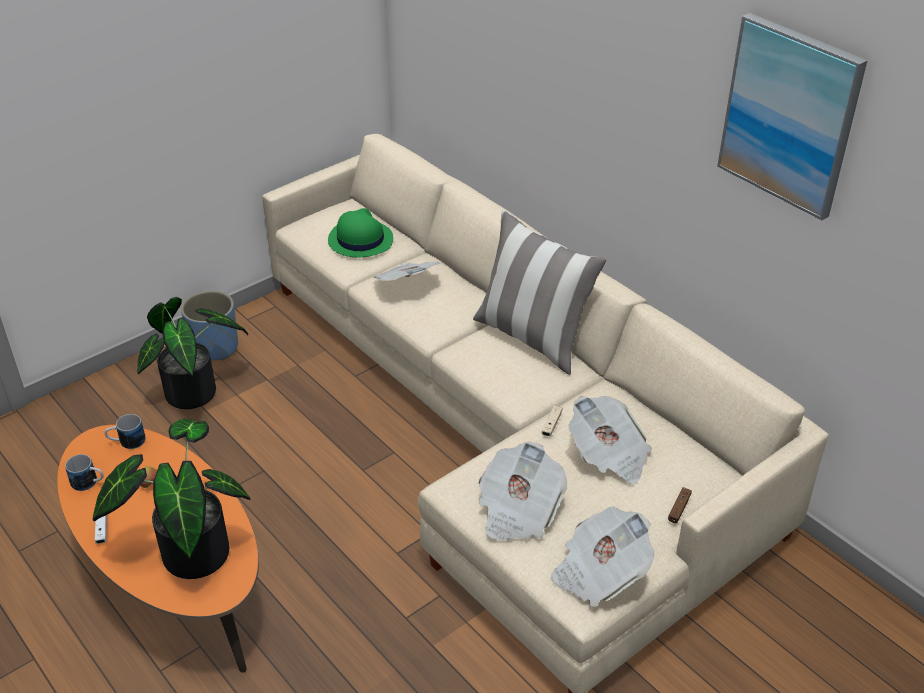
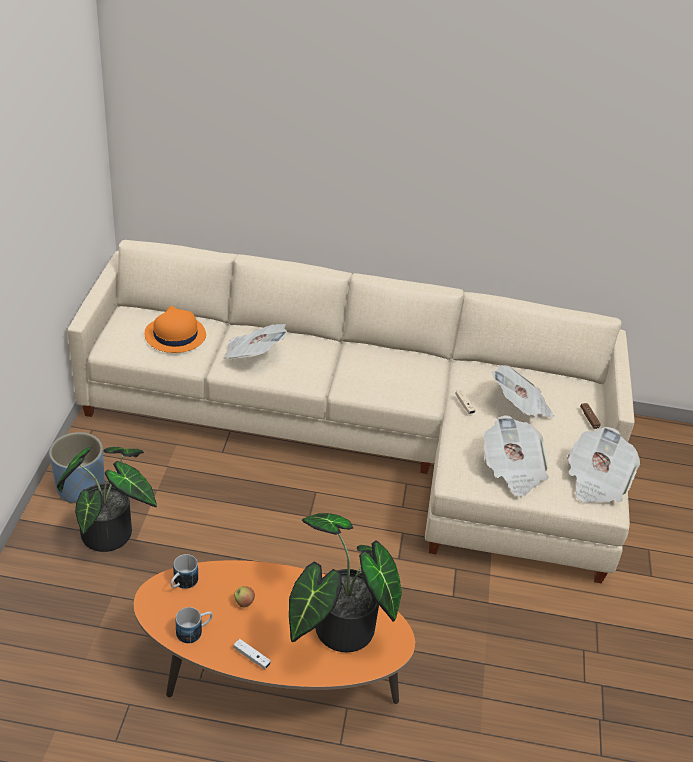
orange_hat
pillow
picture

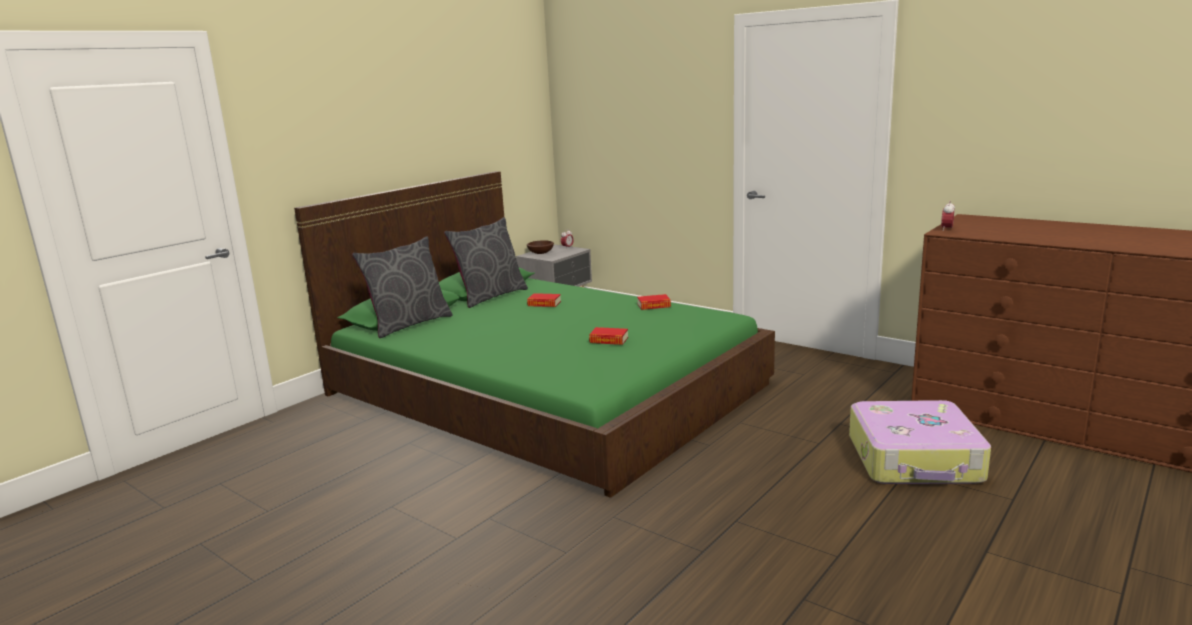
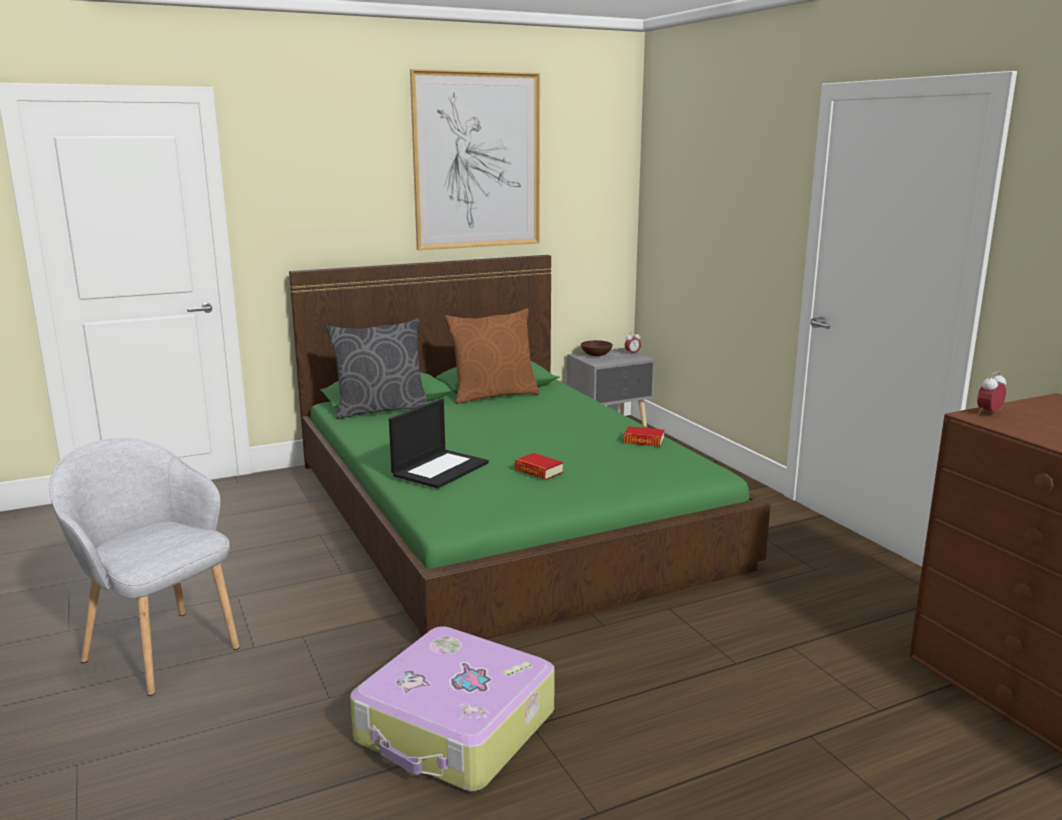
brown_pillow
book (no. 1 from left in the first image)
suitcase
grey_armchair
laptop
picture

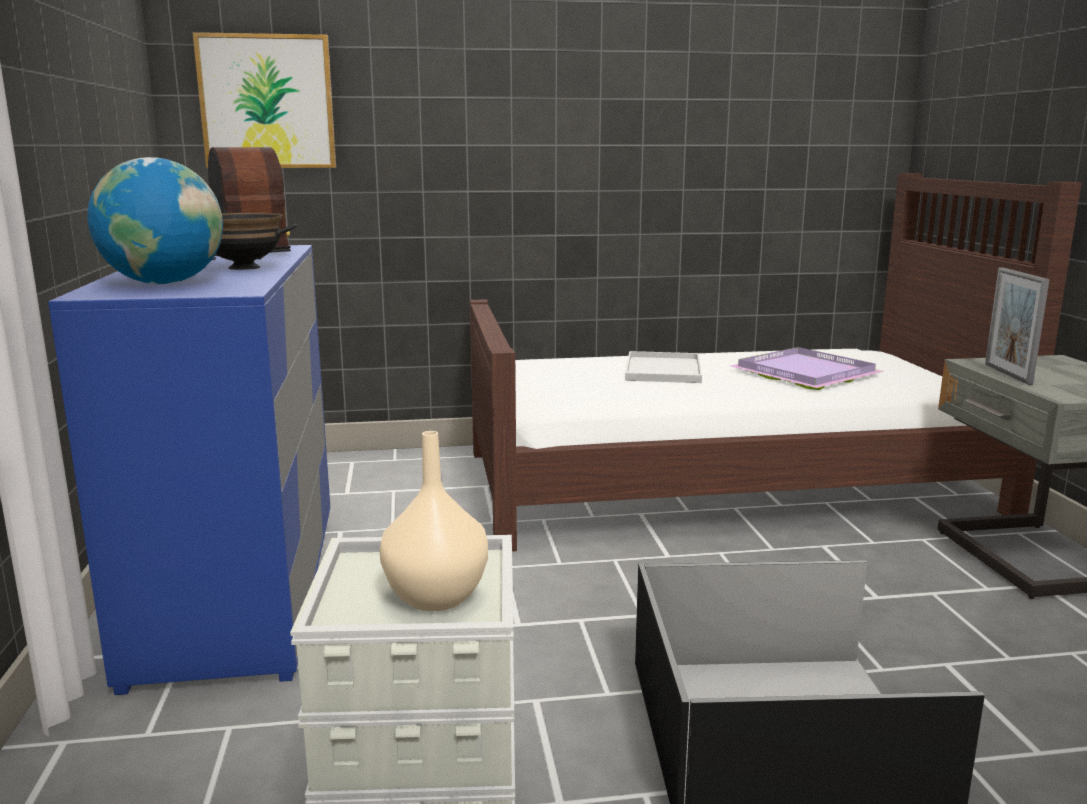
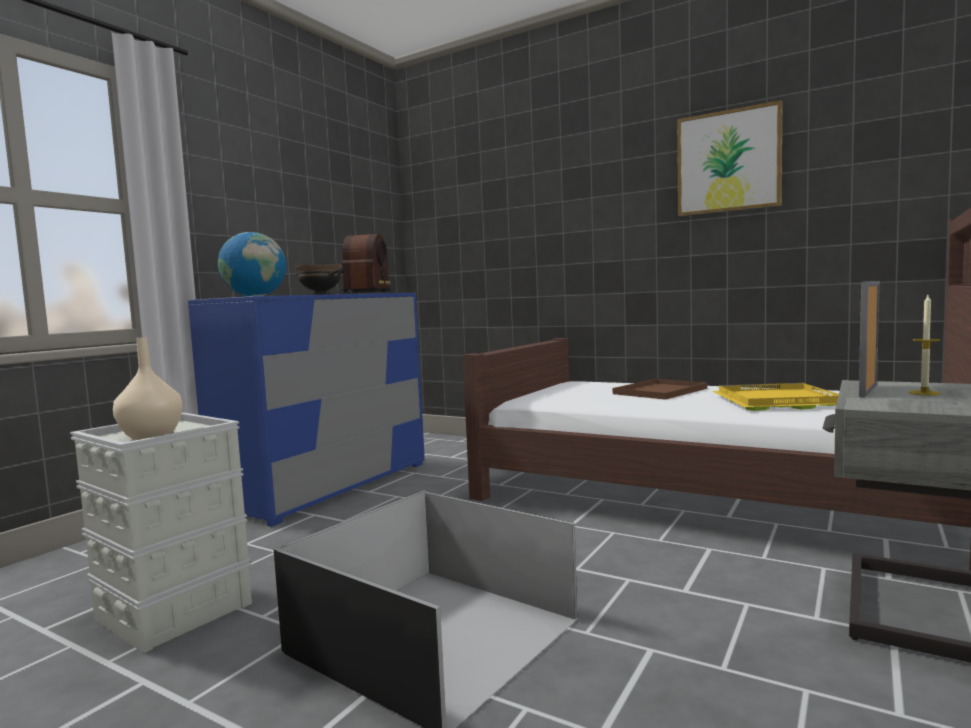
picture
brown_tray
yellow_tray
candle

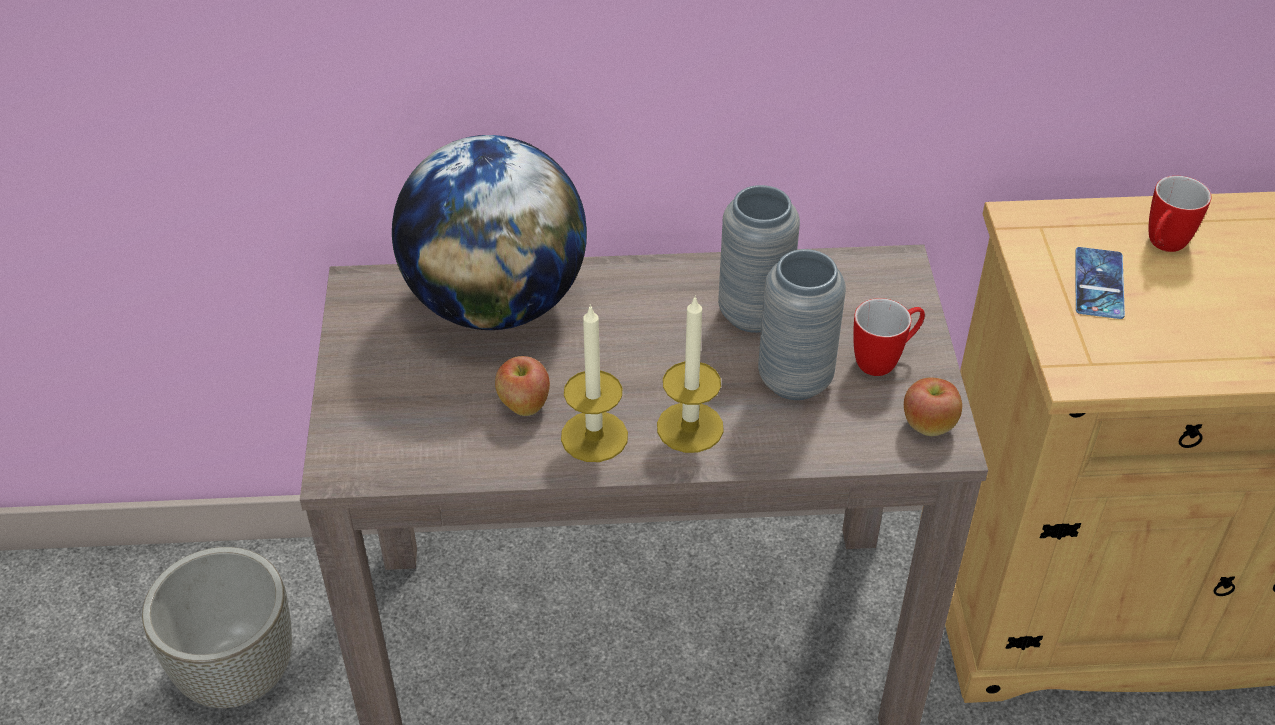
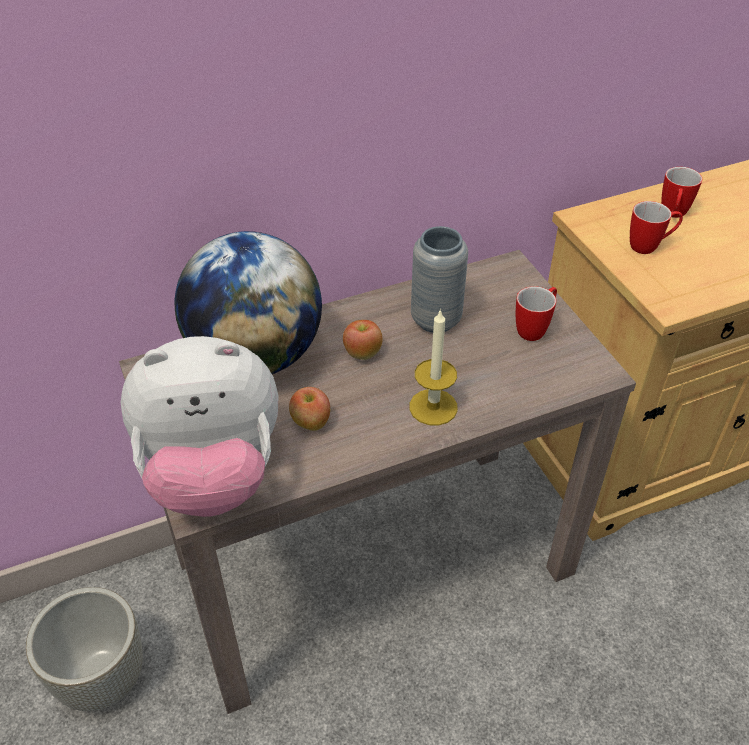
candle (no. 1 from left in the first image)
grey_vase (no. 2 from left in the first image)
apple (no. 2 from left)
mug (no. 2 from left)
plush_toy

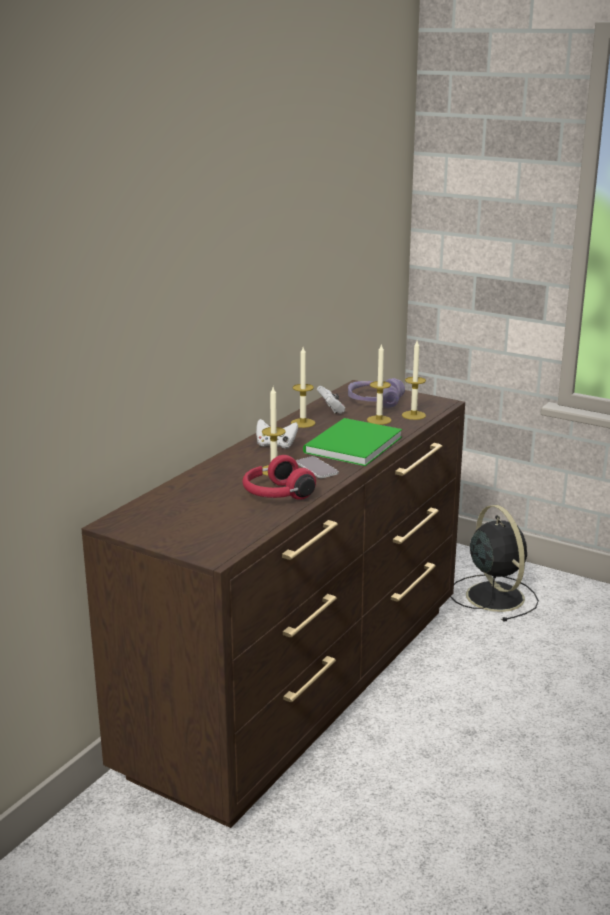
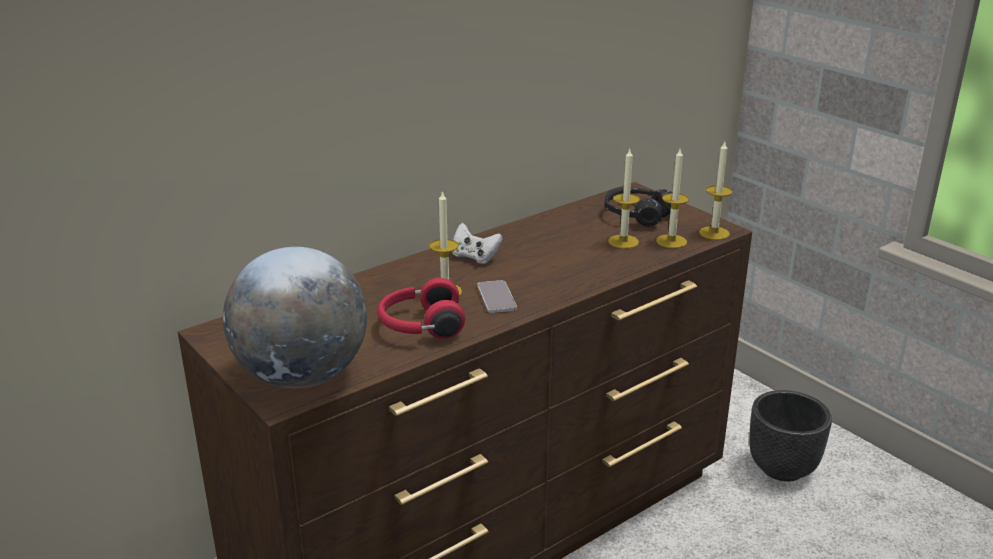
candle (no. 4 from left)
green_book
white_game_controller (no. 2 from left in the first image)
black_headphones
black_planter
globe

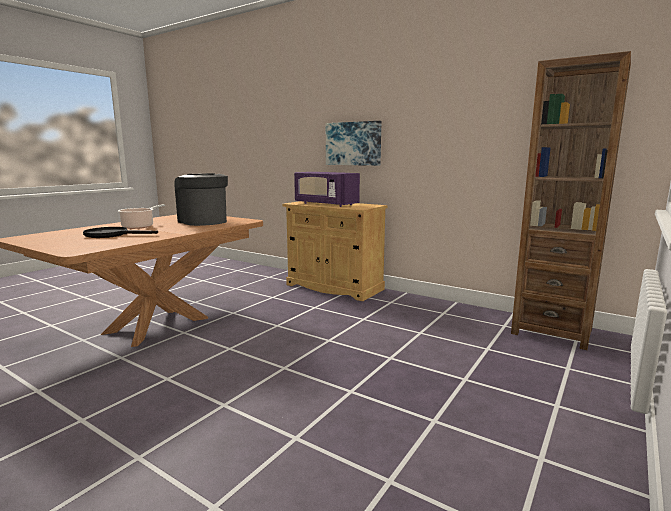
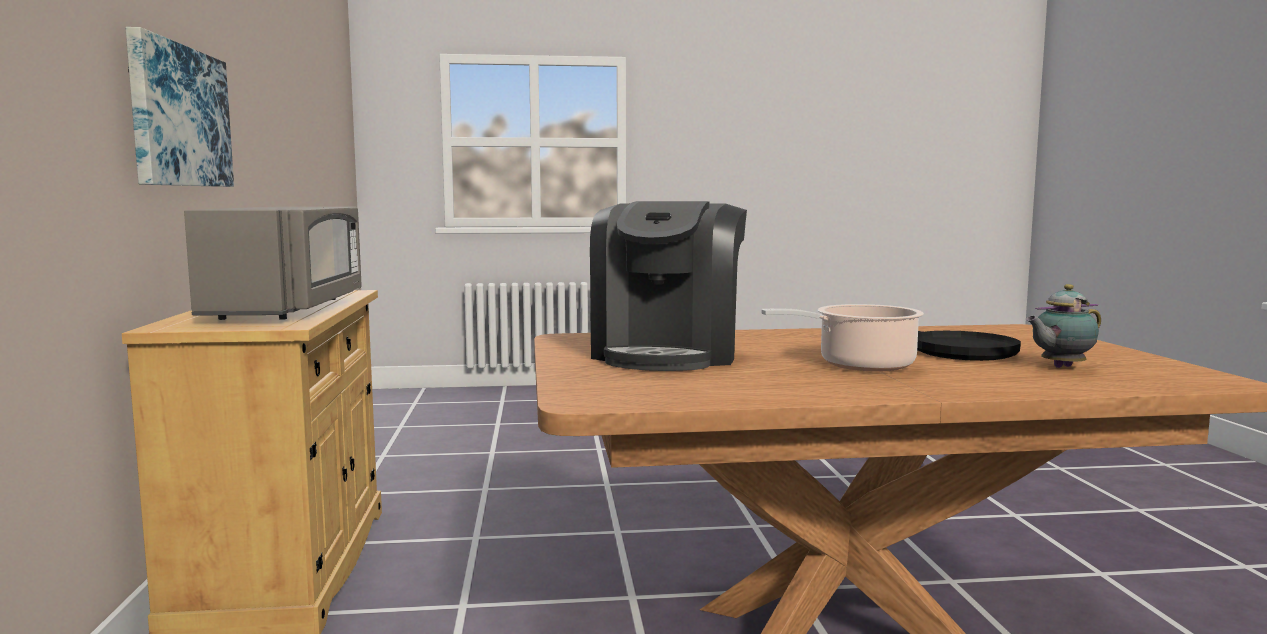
grey_microwave
brown_bookcase
teapot

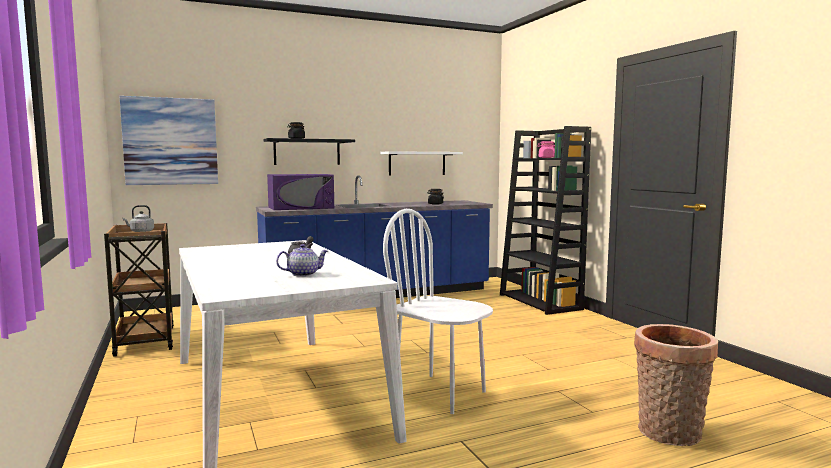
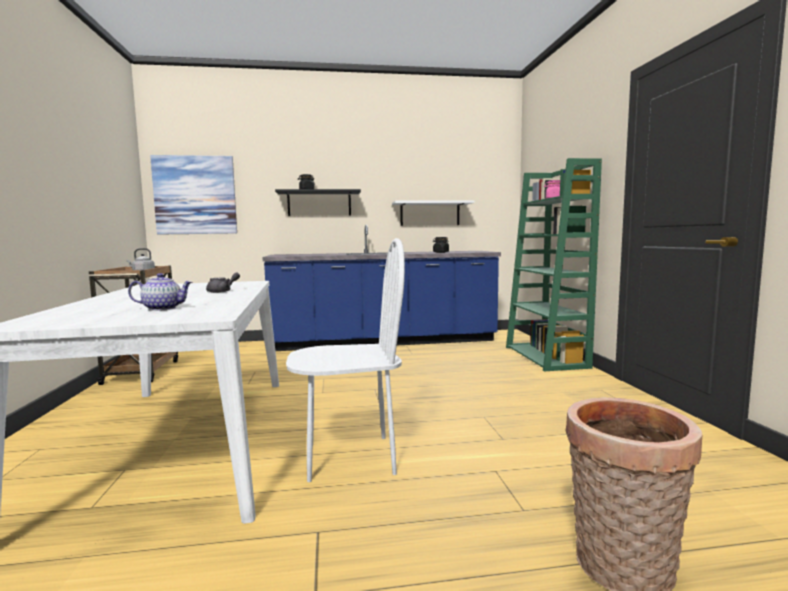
purple_microwave
white_chair
green_bookcase

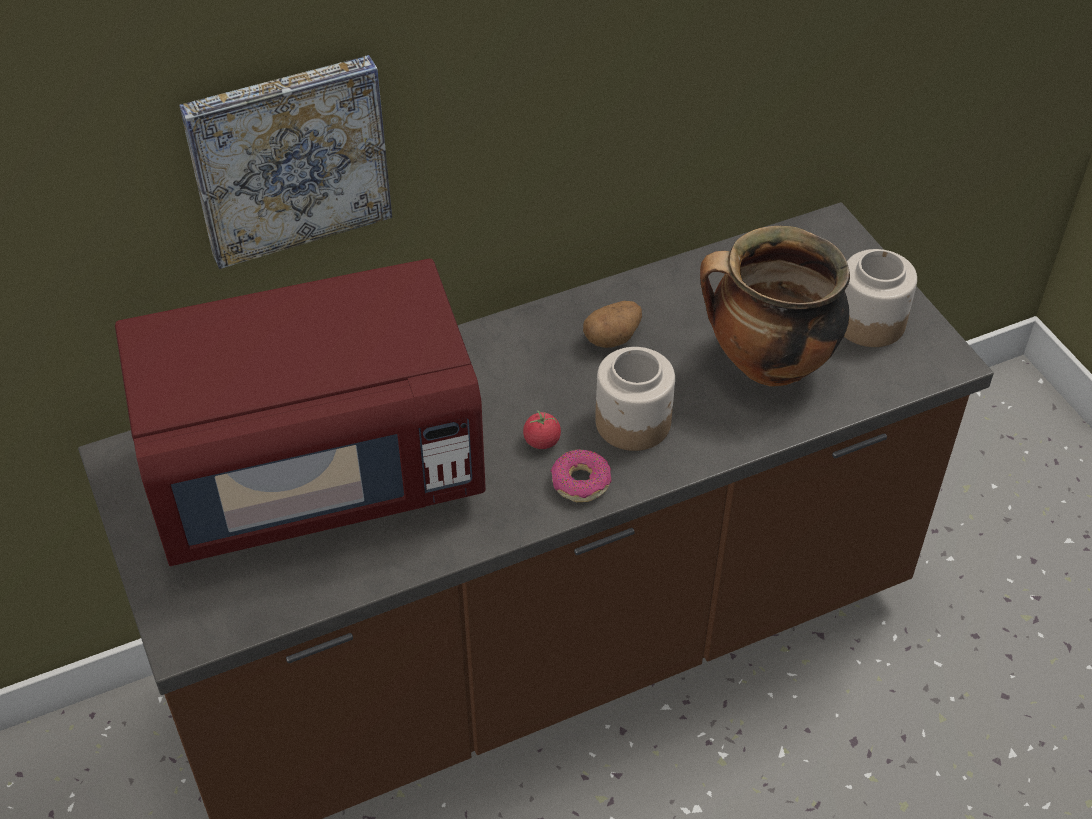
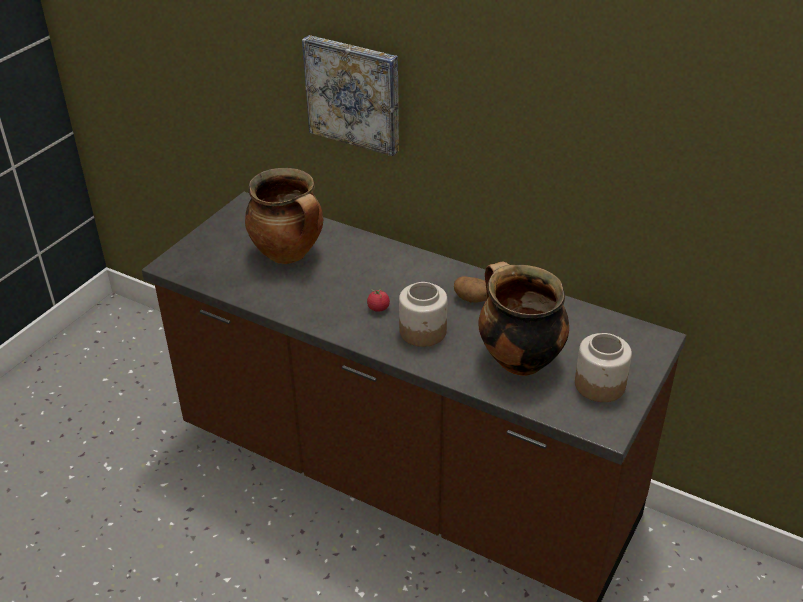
cooking_pot (no. 1 from left)
donut

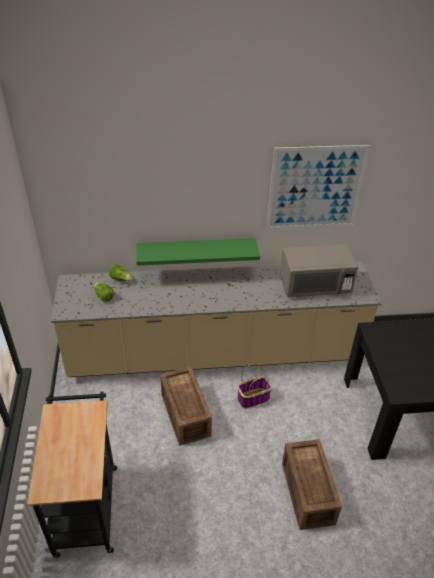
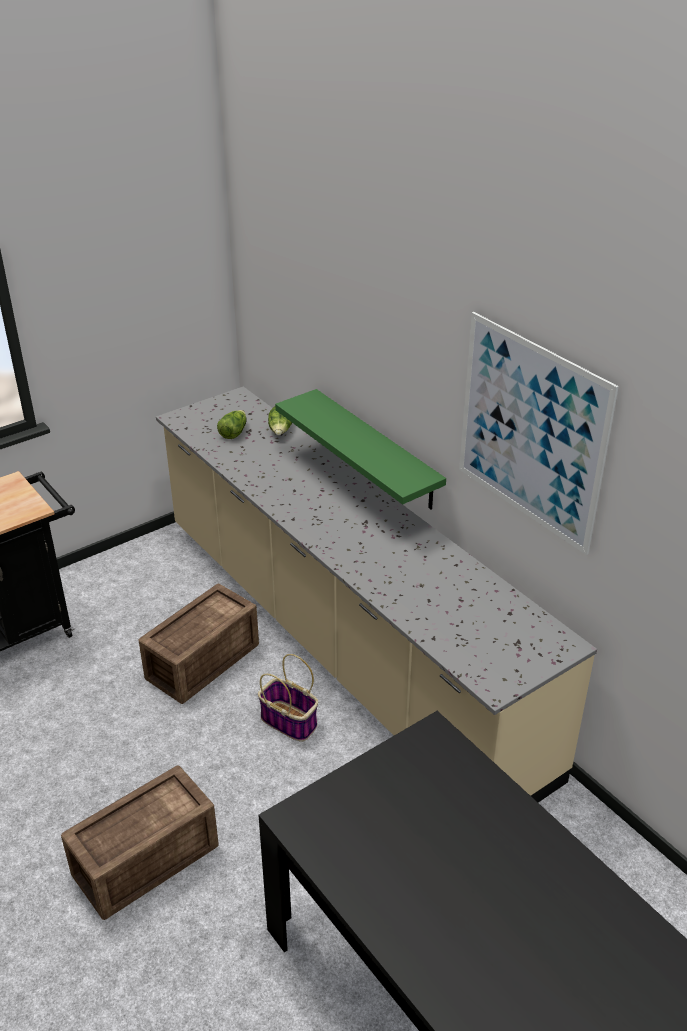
grey_microwave

